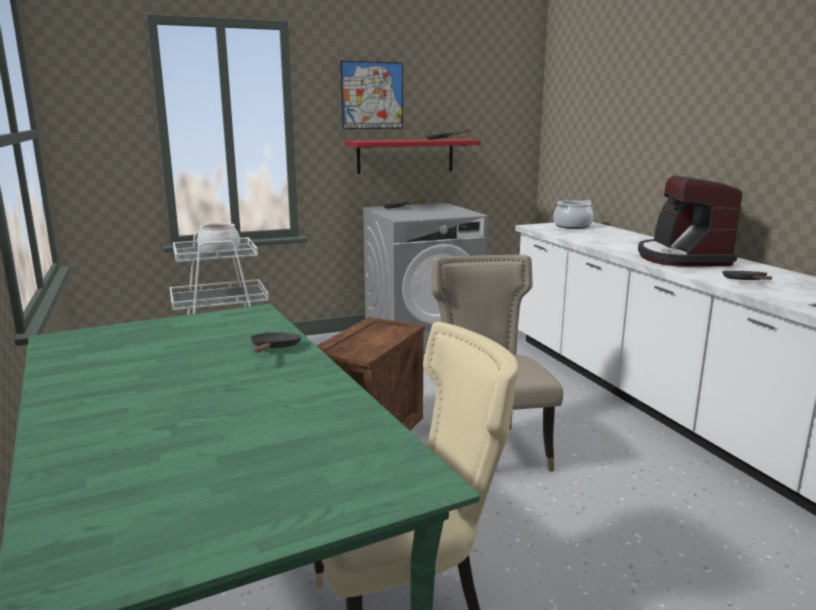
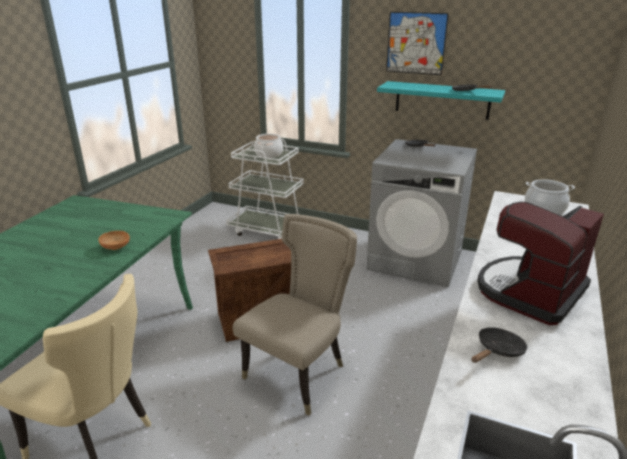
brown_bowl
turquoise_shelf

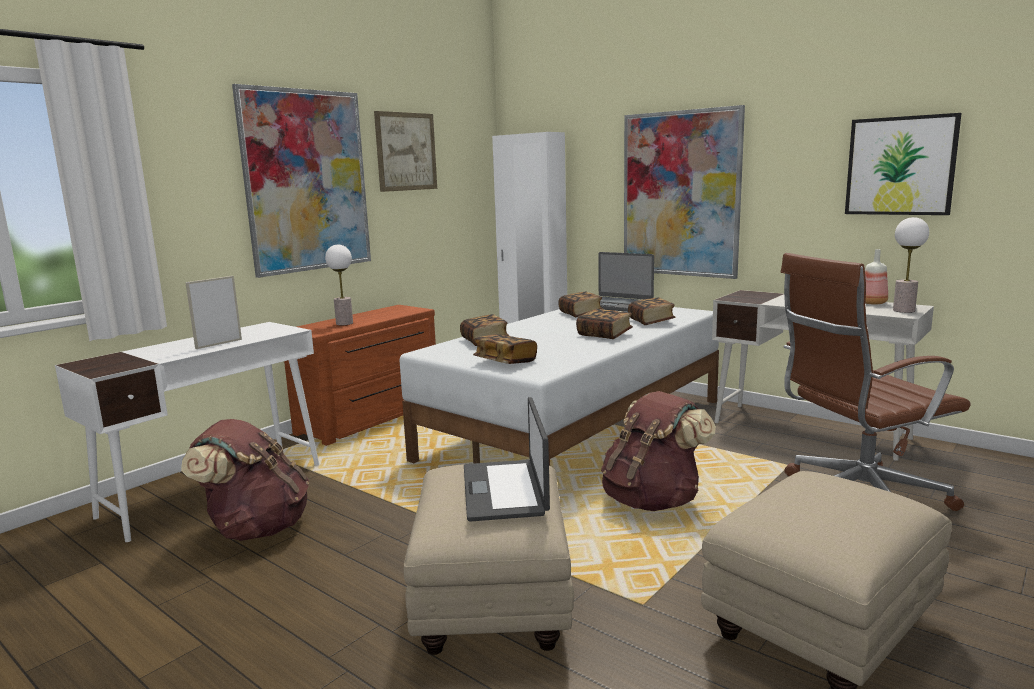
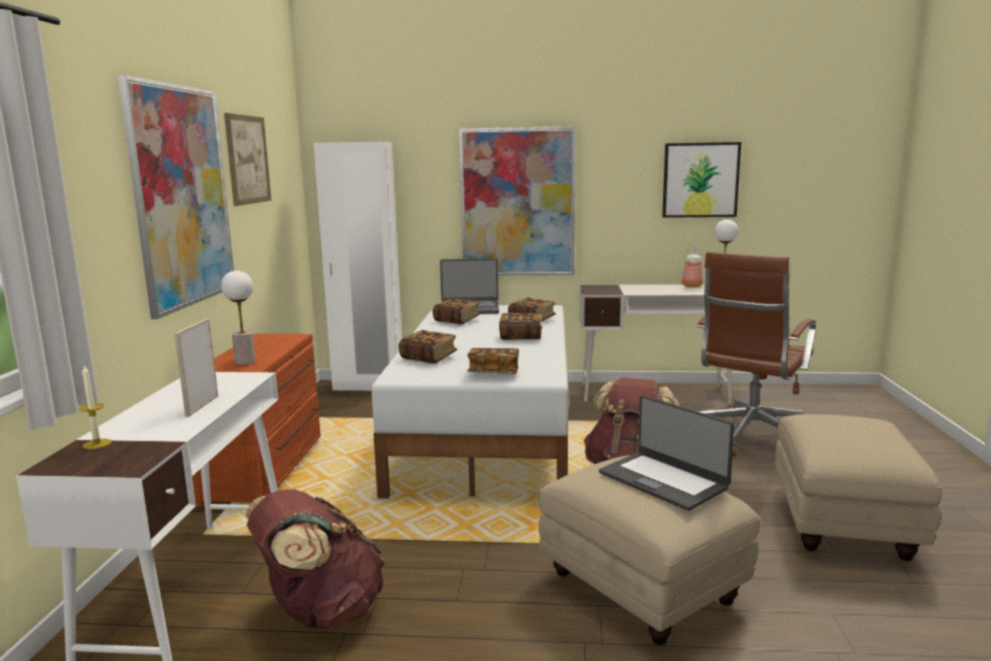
candle

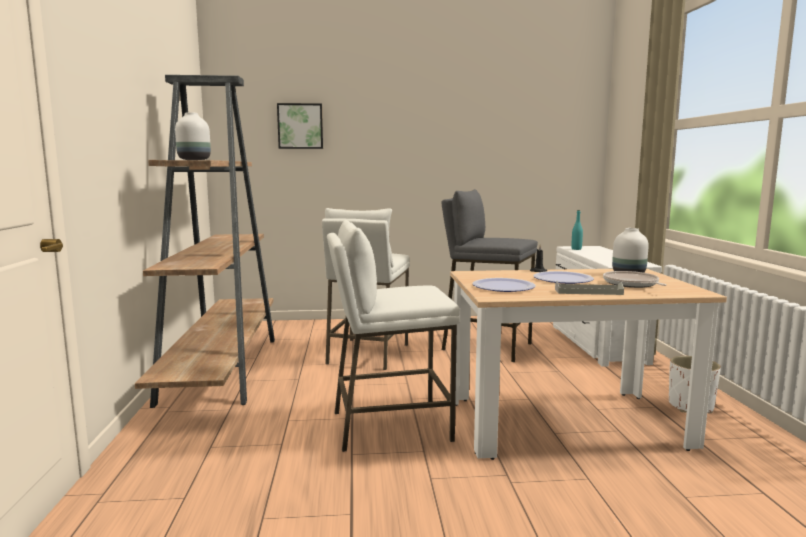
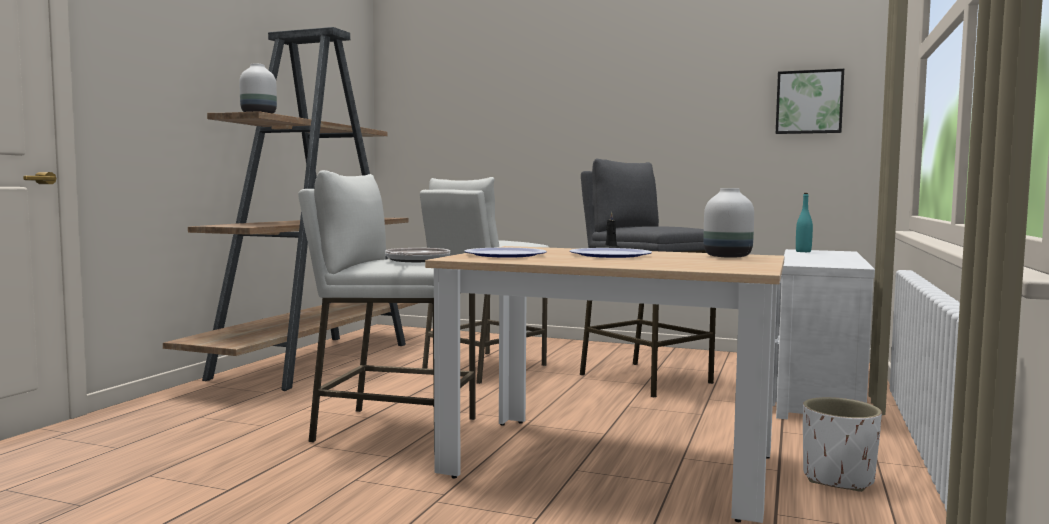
picture
grey_tray
frying_pan

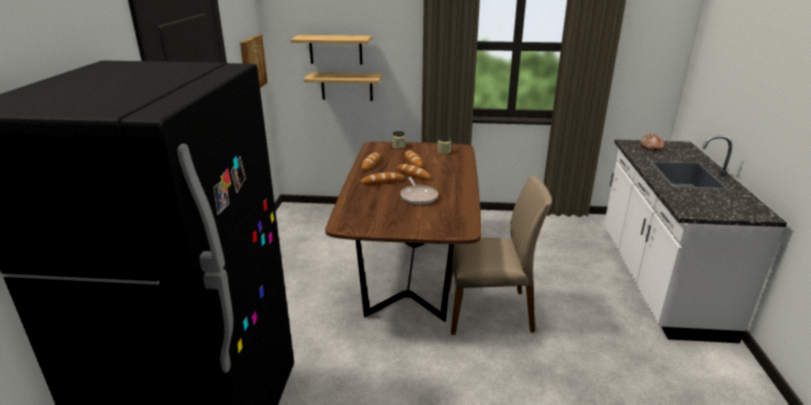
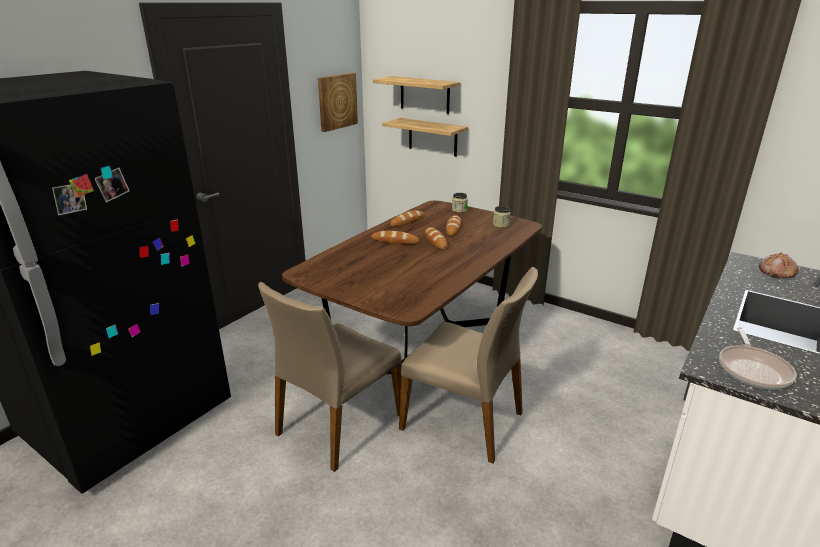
frying_pan
beige_chair (no. 1 from left)

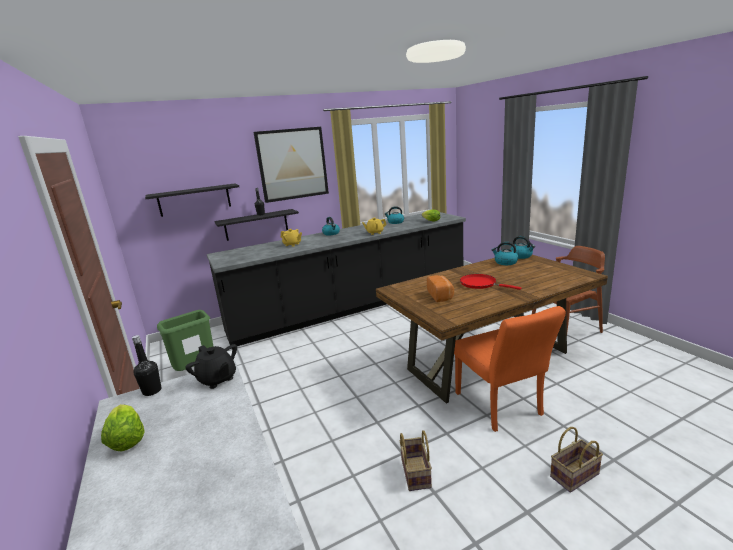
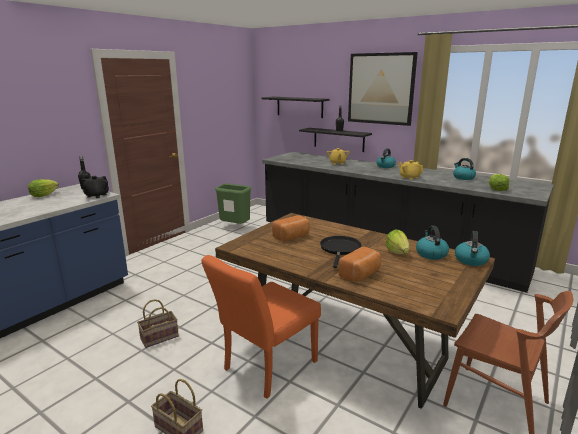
black_frying_pan
bread (no. 2 from left)
lettuce (no. 2 from left)

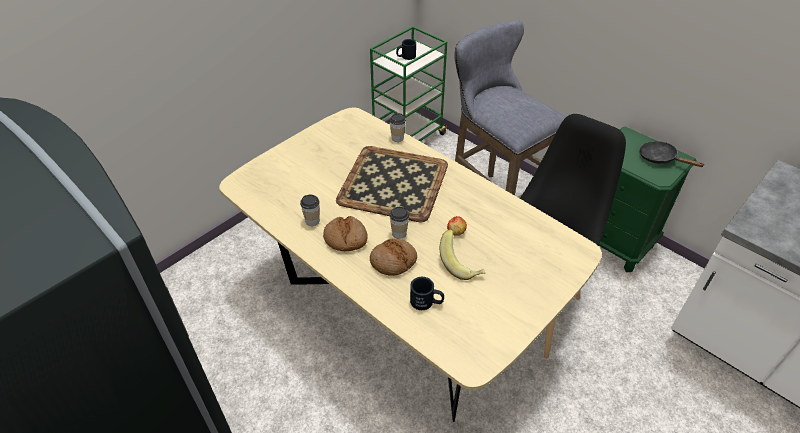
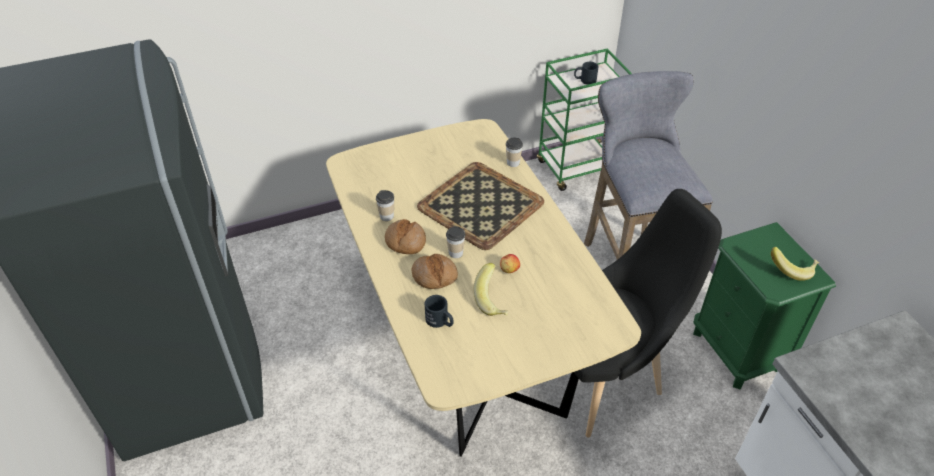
banana (no. 2 from left)

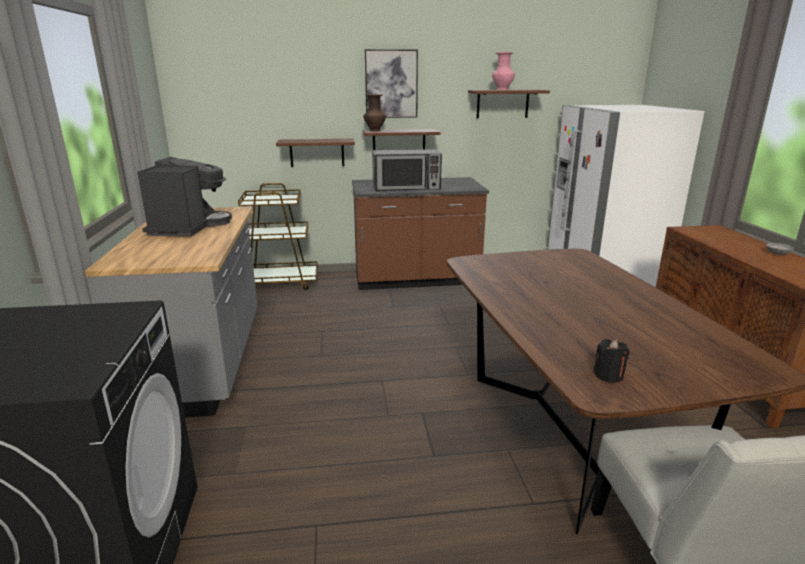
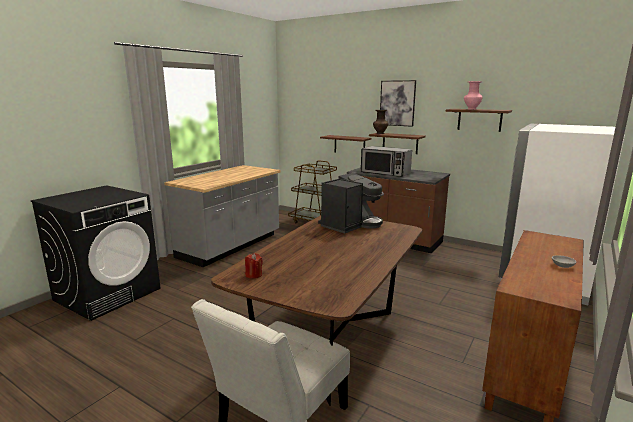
coffee_machine
red_candle

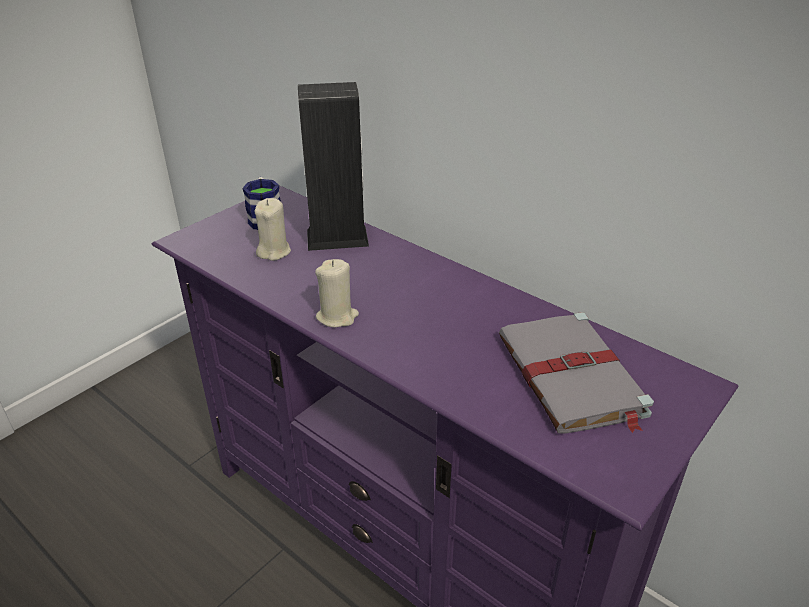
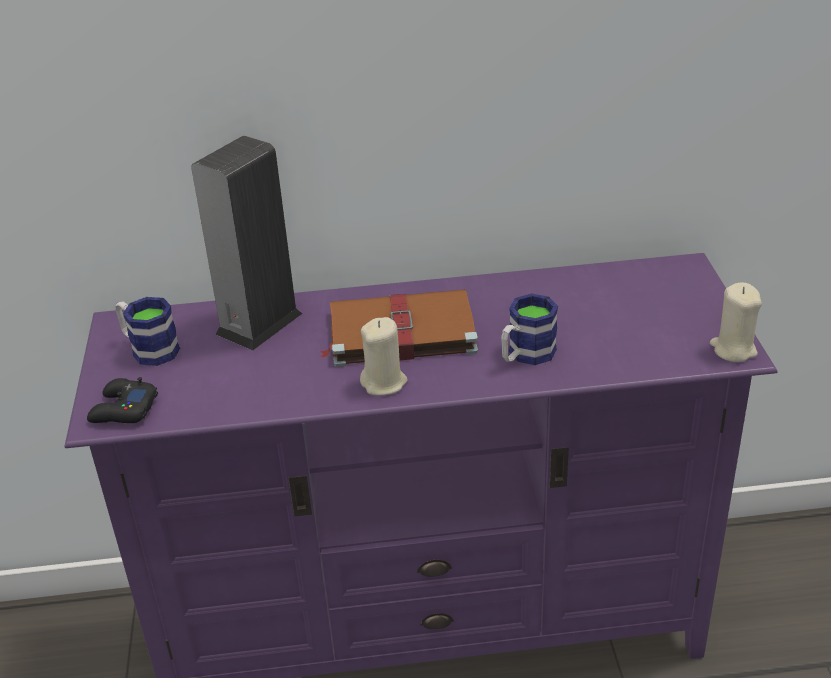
beige_candle (no. 2 from left)
grey_book
black_game_controller
brown_book
mug (no. 2 from left)

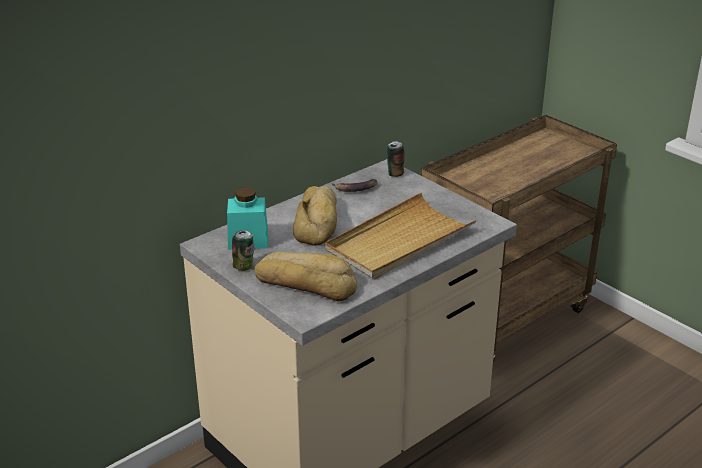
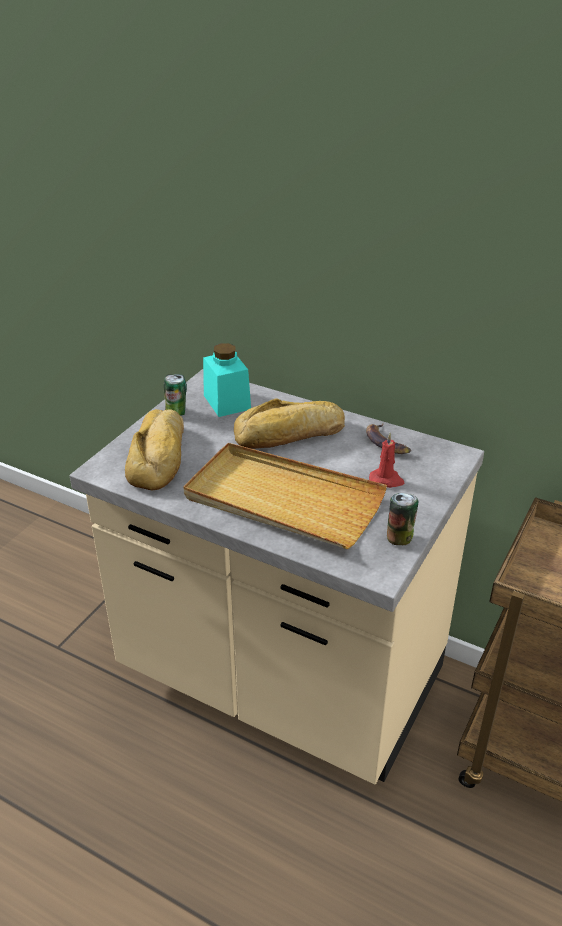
can (no. 2 from left)
red_candle

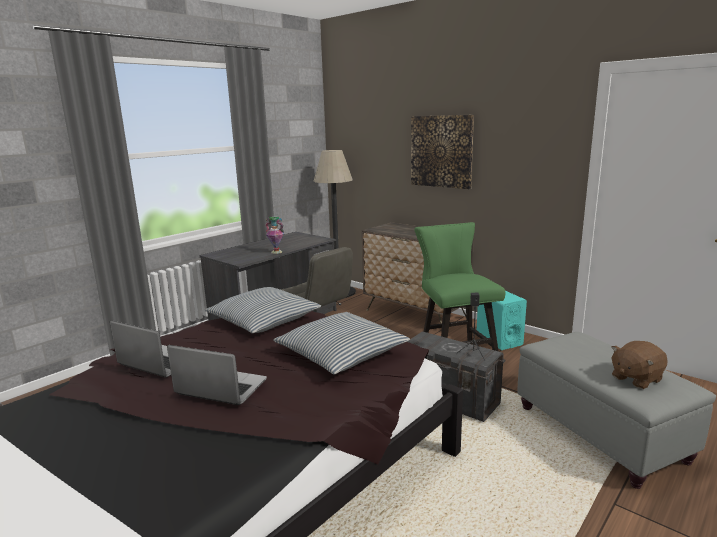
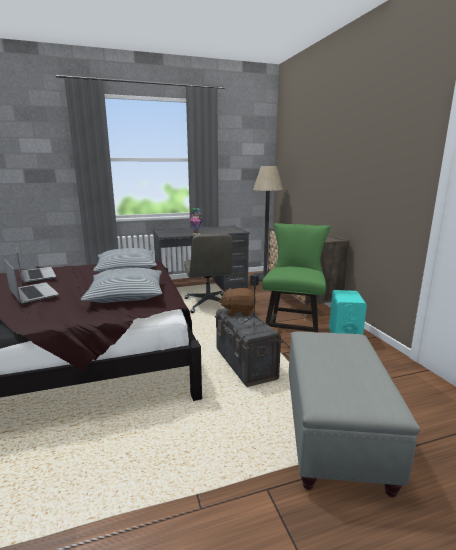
picture
brown_plush_toy

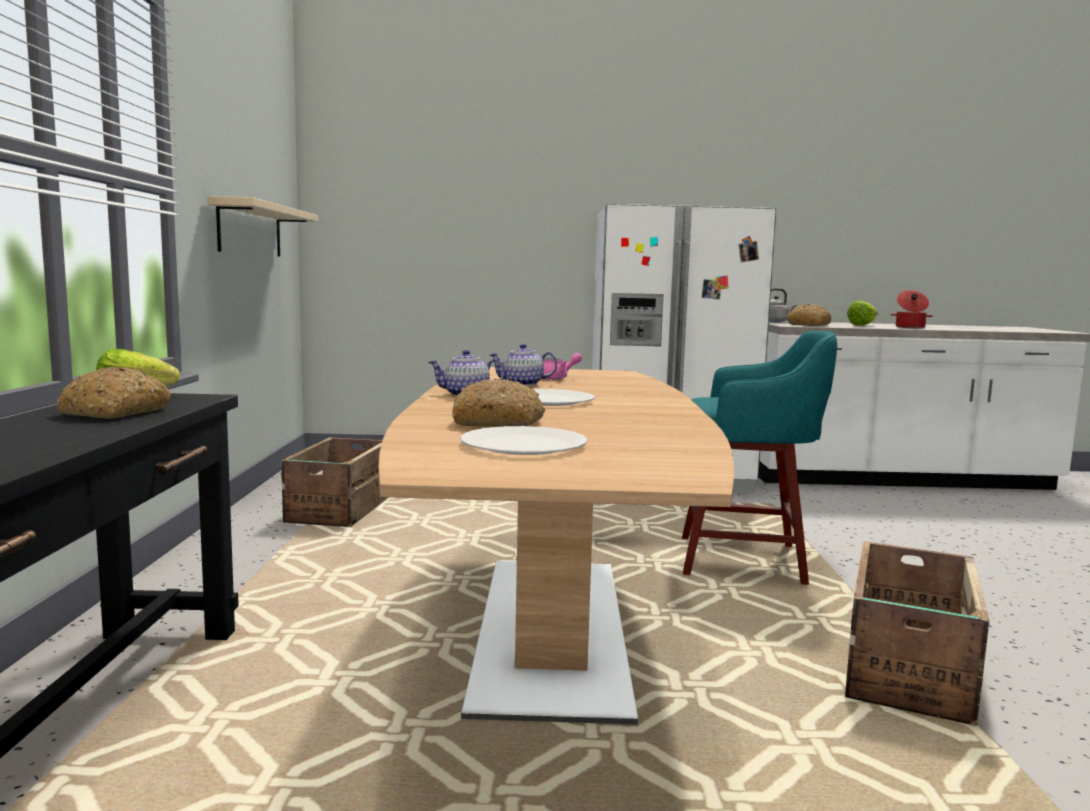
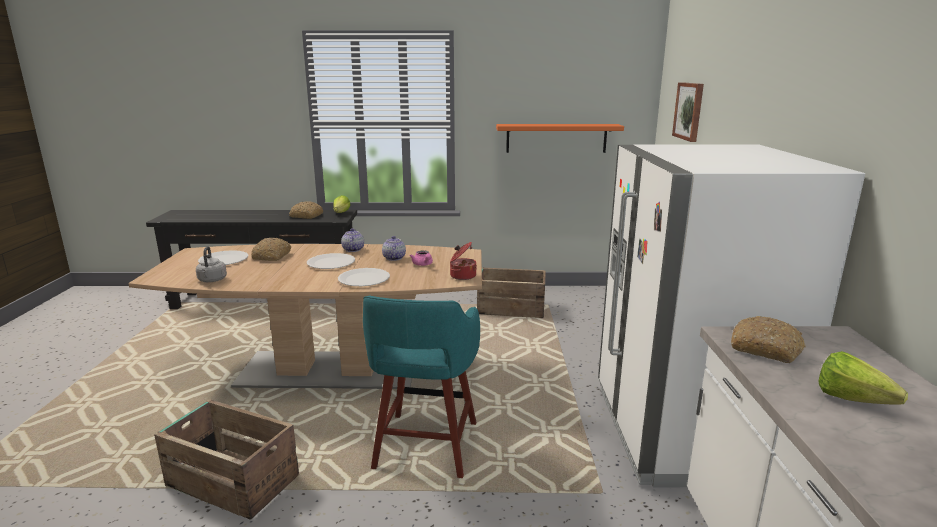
orange_shelf
grey_kettle
cooking_pot
white_plate (no. 3 from left)
picture

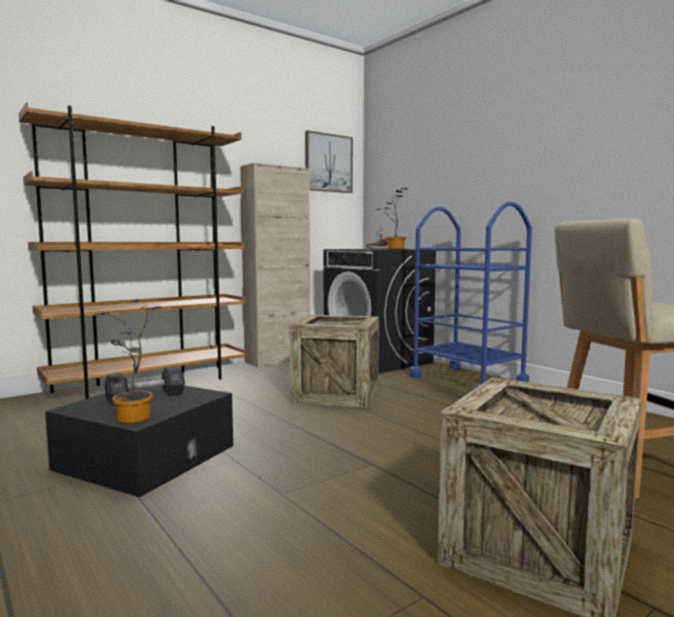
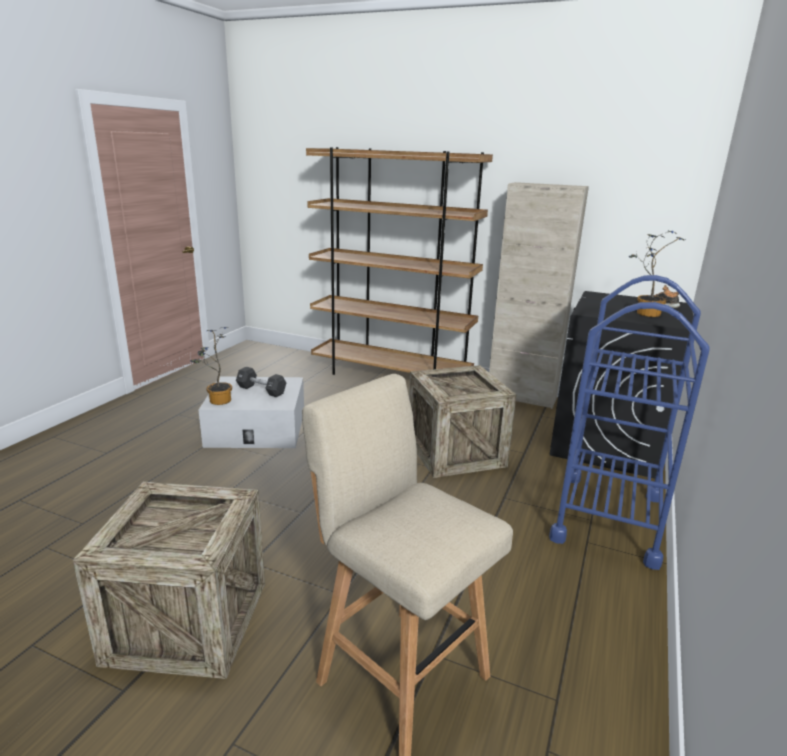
white_storage_box
picture

